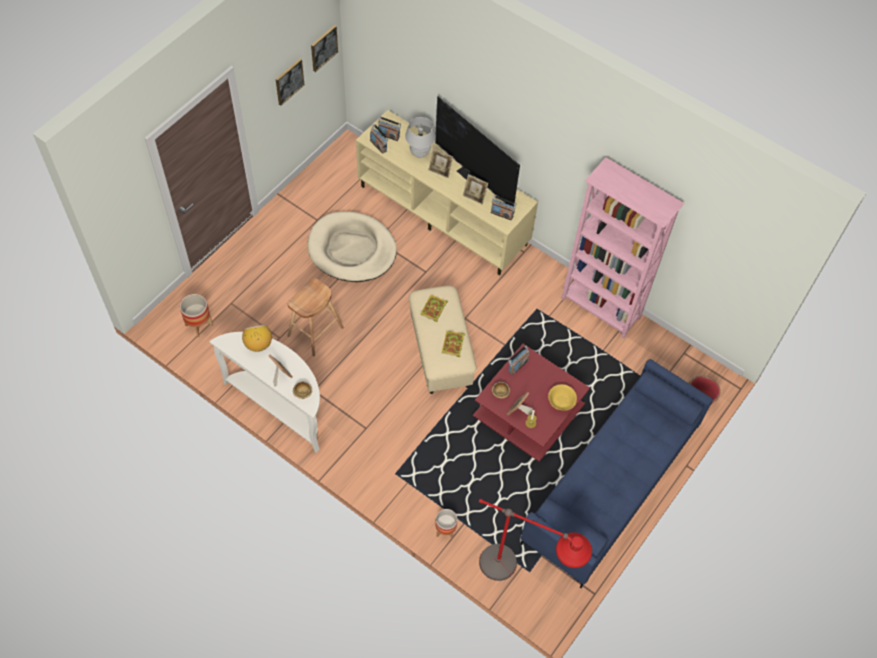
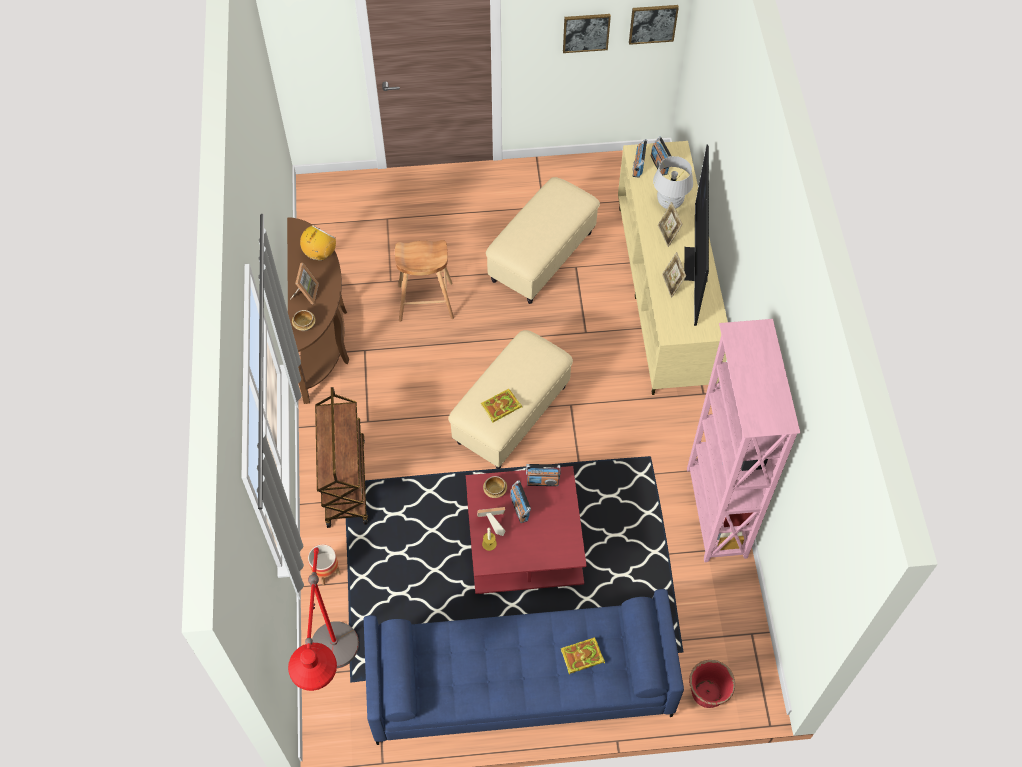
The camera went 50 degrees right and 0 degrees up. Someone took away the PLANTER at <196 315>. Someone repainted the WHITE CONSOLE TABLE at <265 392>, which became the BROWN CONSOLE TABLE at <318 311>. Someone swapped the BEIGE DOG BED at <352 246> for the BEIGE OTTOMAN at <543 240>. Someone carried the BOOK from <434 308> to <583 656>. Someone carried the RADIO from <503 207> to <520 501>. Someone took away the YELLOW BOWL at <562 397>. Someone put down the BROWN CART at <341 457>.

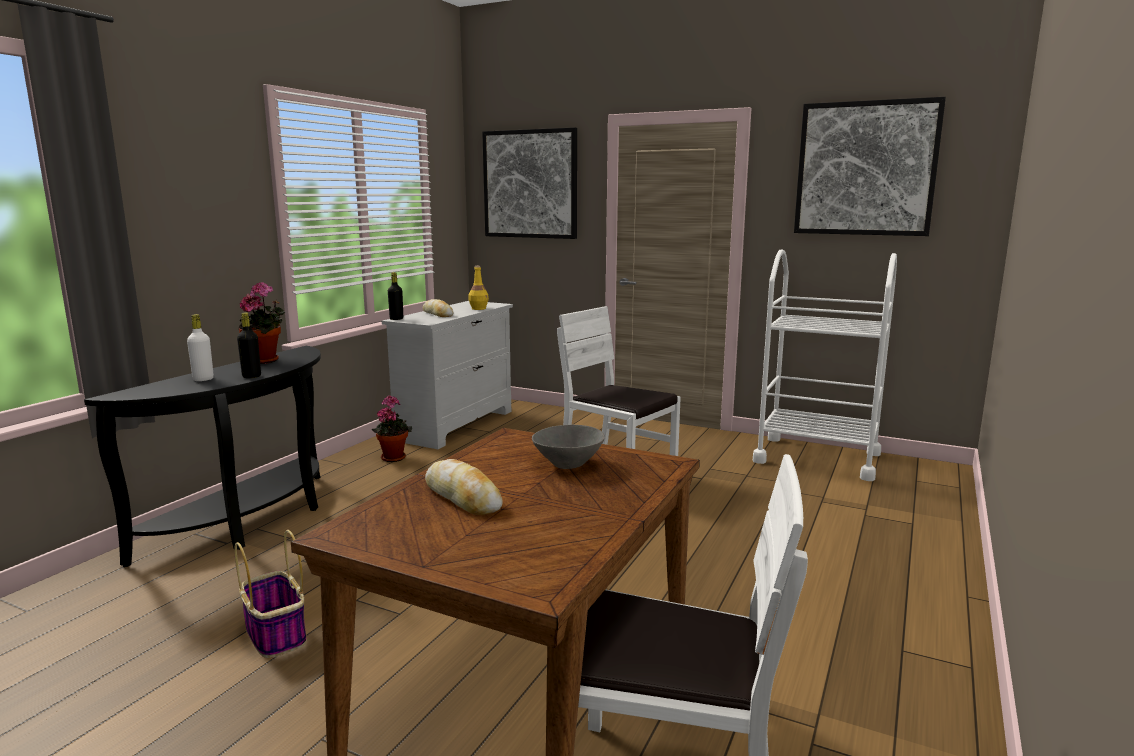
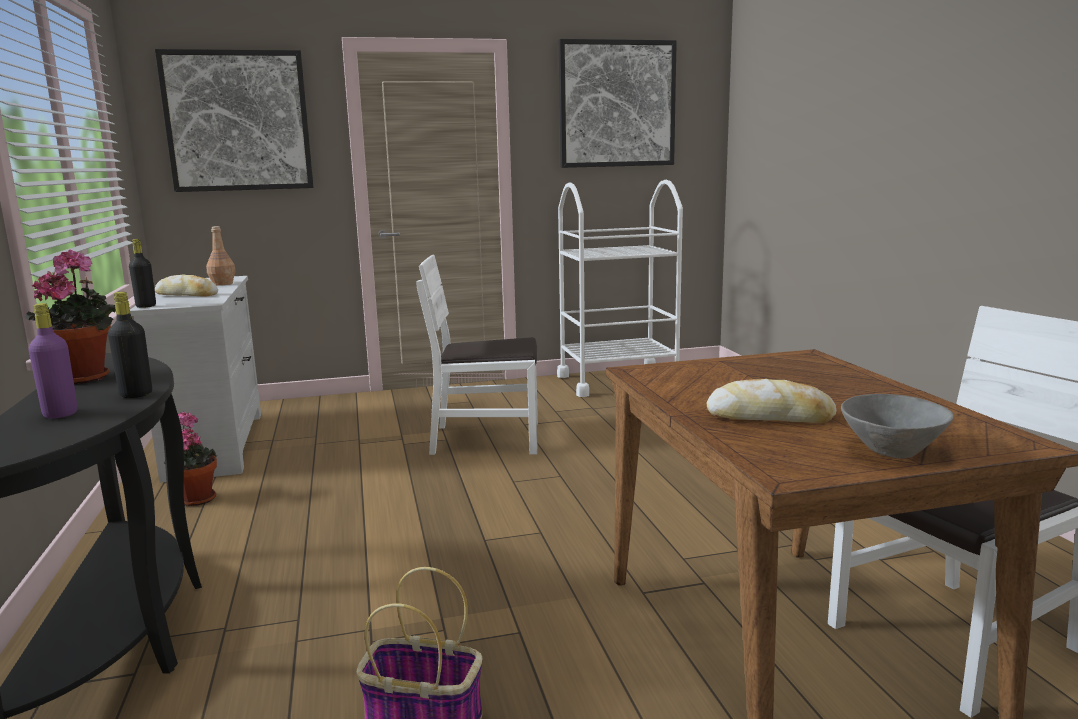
The camera went 40 degrees left and 0 degrees up. Someone repainted the WHITE BOTTLE at <200 347>, which became the PURPLE BOTTLE at <53 361>. Someone repainted the YELLOW BOTTLE at <479 288>, which became the BROWN BOTTLE at <221 256>. Someone carried the GREY BOWL from <568 447> to <897 426>.

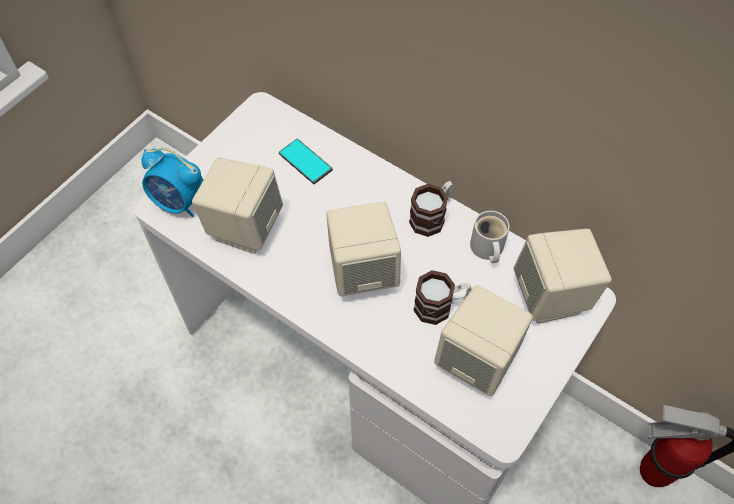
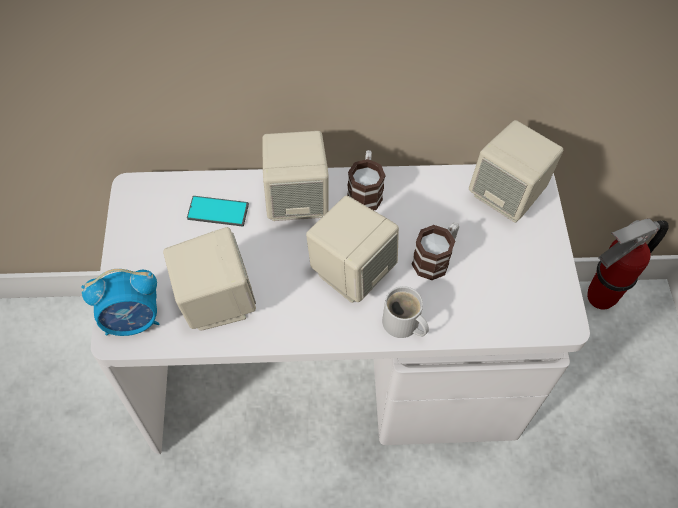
The camera went 40 degrees left and 0 degrees up. Someone carried the BEIGE SPEAKER from <483 340> to <295 176>. Someone carried the WHITE MUG from <490 237> to <405 312>.

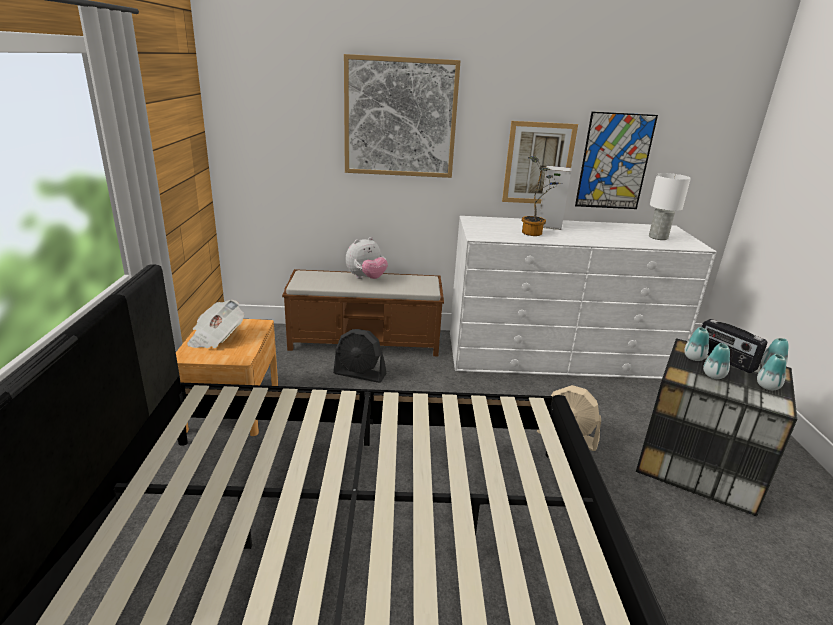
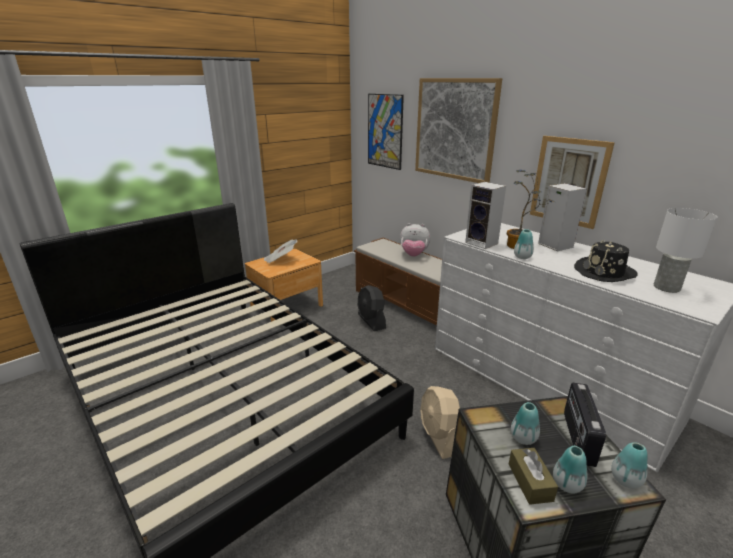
The camera went 50 degrees right and 0 degrees up. Someone carried the PICTURE from <616 160> to <386 132>. Someone carried the VASE from <696 344> to <524 244>. Someone put down the SPEAKER at <485 215>. Someone put down the BROWN TISSUE BOX at <533 476>. Someone put down the BLACK HAT at <606 261>.

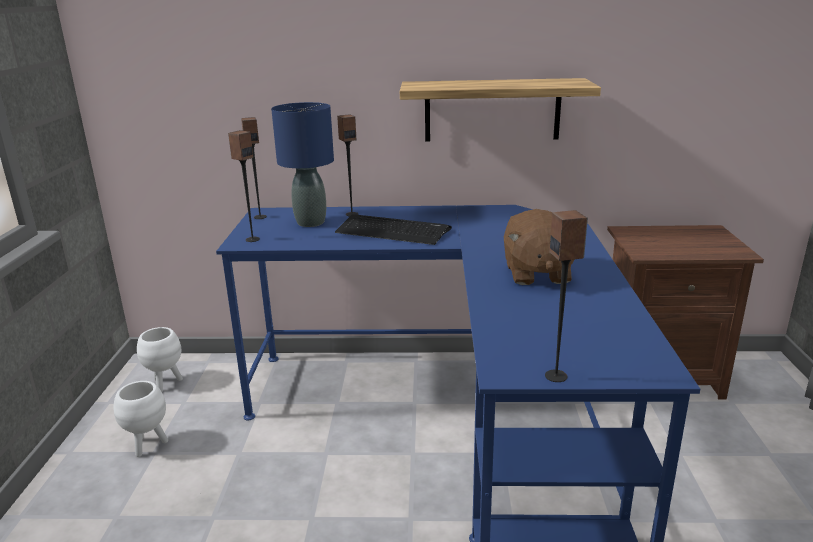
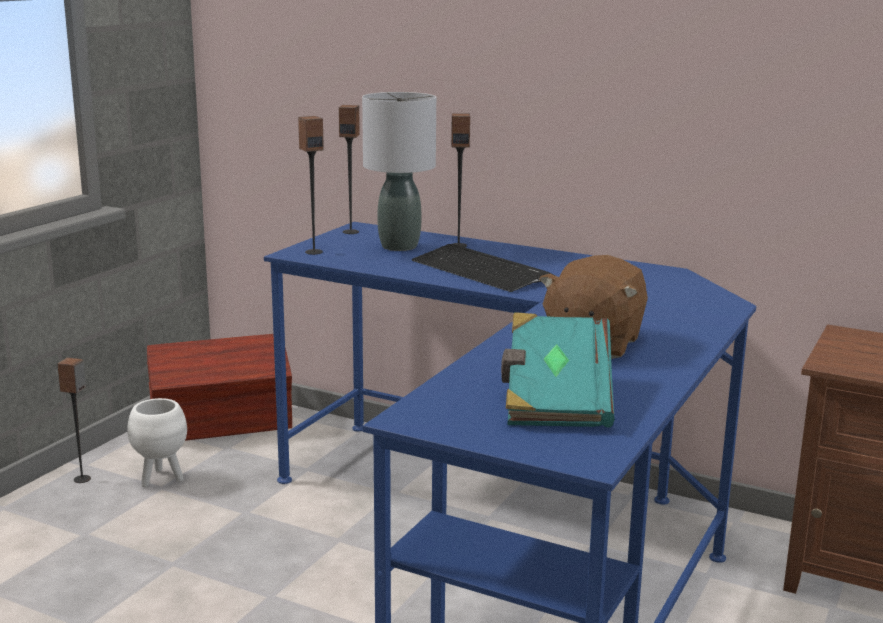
The camera went 25 degrees right and 5 degrees down. Someone swapped the WHITE PLANTER at <160 359> for the BROWN STORAGE BOX at <219 387>. Someone repainted the BLUE TABLE LAMP at <302 164>, which became the GREY TABLE LAMP at <399 171>. Someone took away the SHELF at <500 110>. Someone carried the SPEAKER from <566 296> to <74 420>. Someone put down the TURQUOISE BOOK at <558 369>.

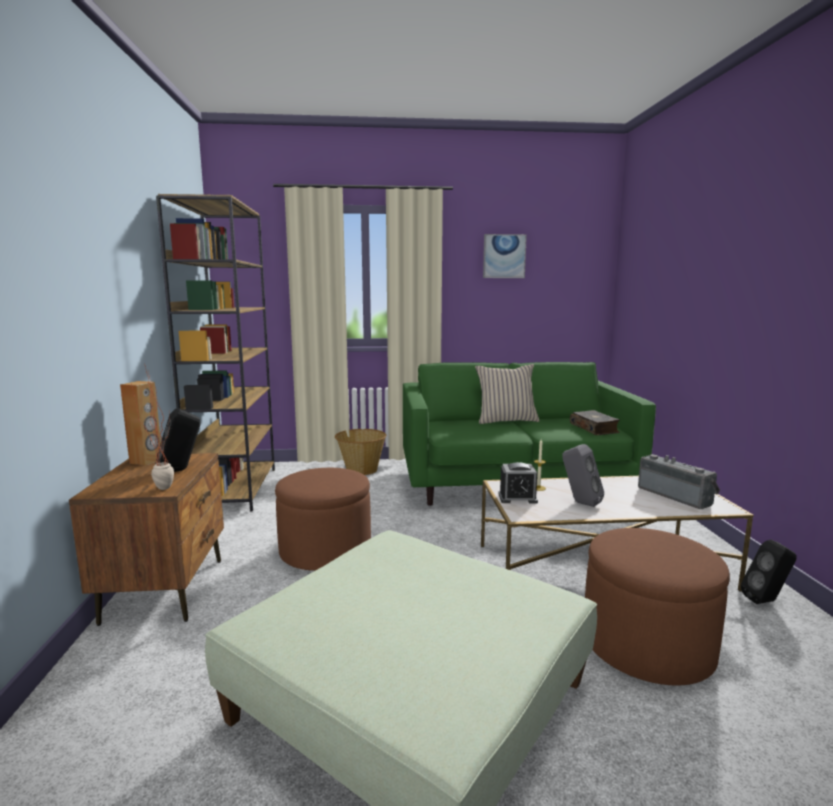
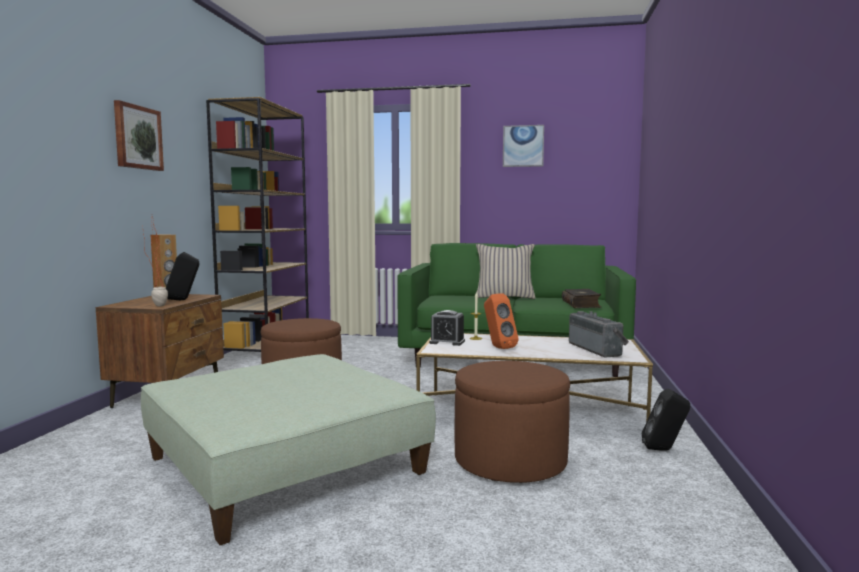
The camera went 15 degrees right and 5 degrees down. Someone took away the BASKET at <360 452>. Someone repainted the GREY SPEAKER at <583 475>, which became the ORANGE SPEAKER at <501 321>. Someone put up the PICTURE at <139 135>.

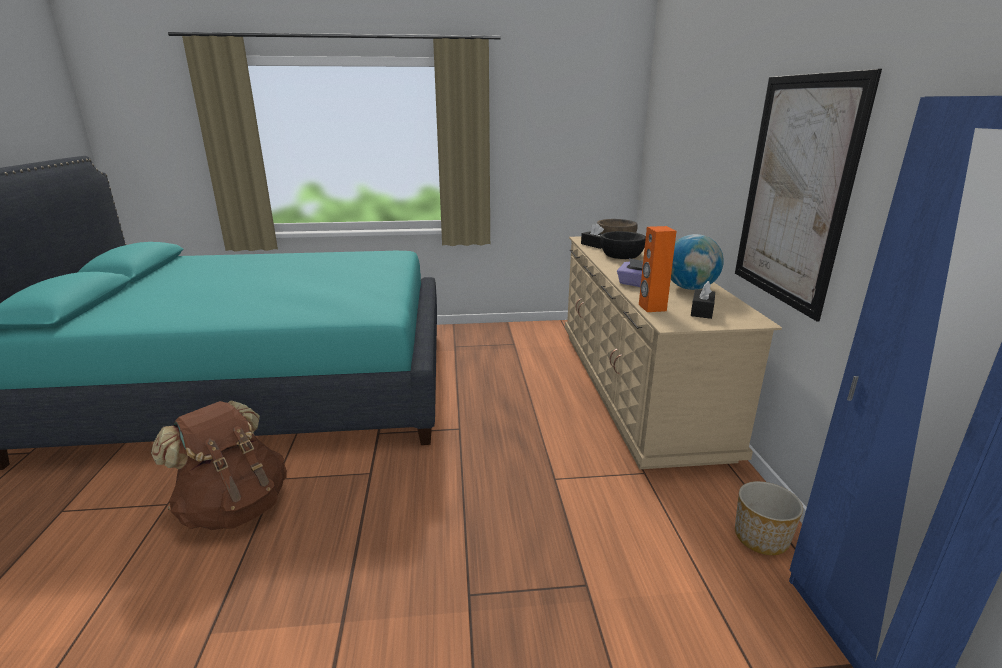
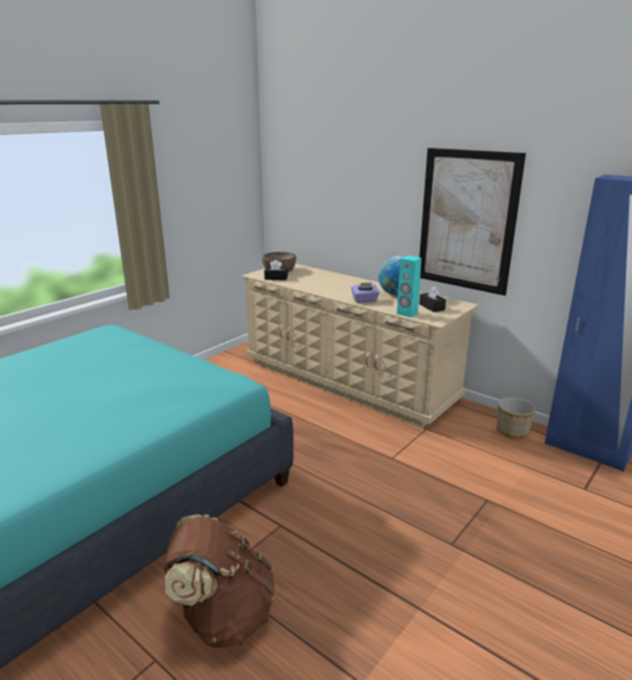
The camera went 45 degrees left and 0 degrees up. Someone took away the BLACK BOWL at <623 245>. Someone repainted the ORANGE SPEAKER at <658 269>, which became the TURQUOISE SPEAKER at <409 286>.

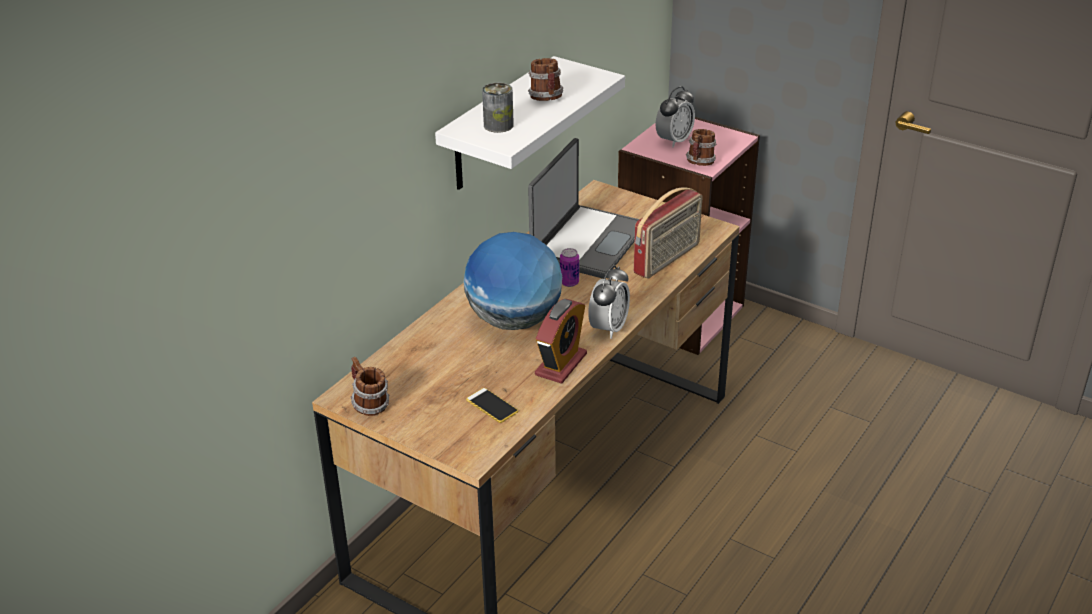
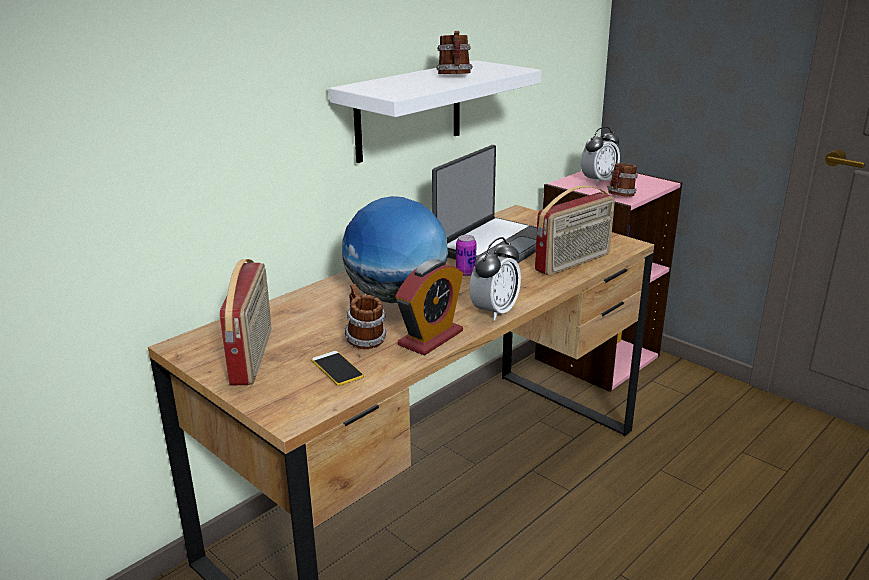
The camera went 10 degrees right and 10 degrees down. Someone carried the MUG from <369 386> to <366 316>. Someone took away the CAN at <498 107>. Someone put down the RADIO at <245 322>.

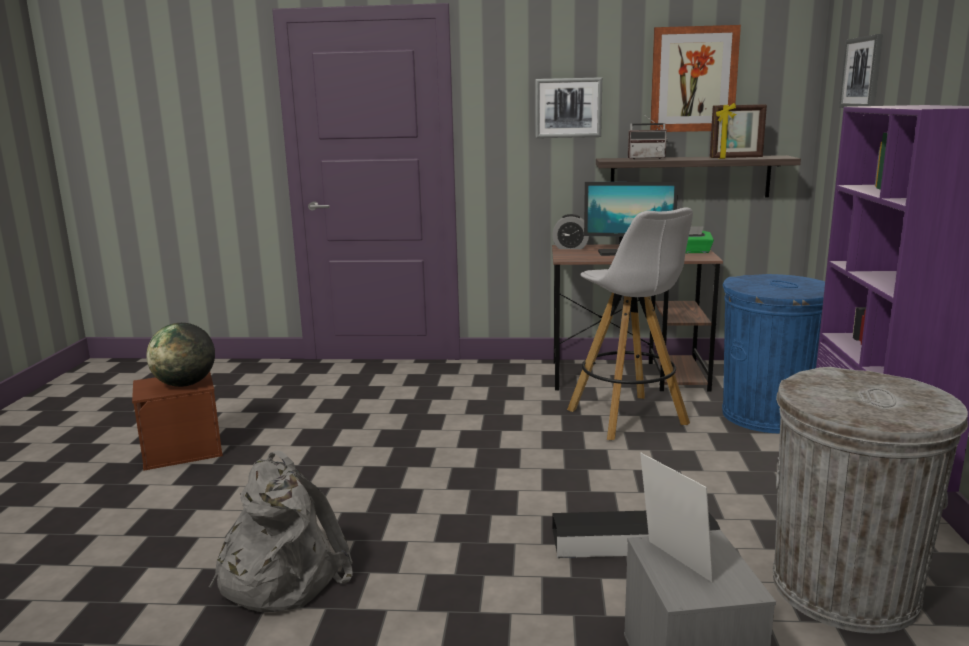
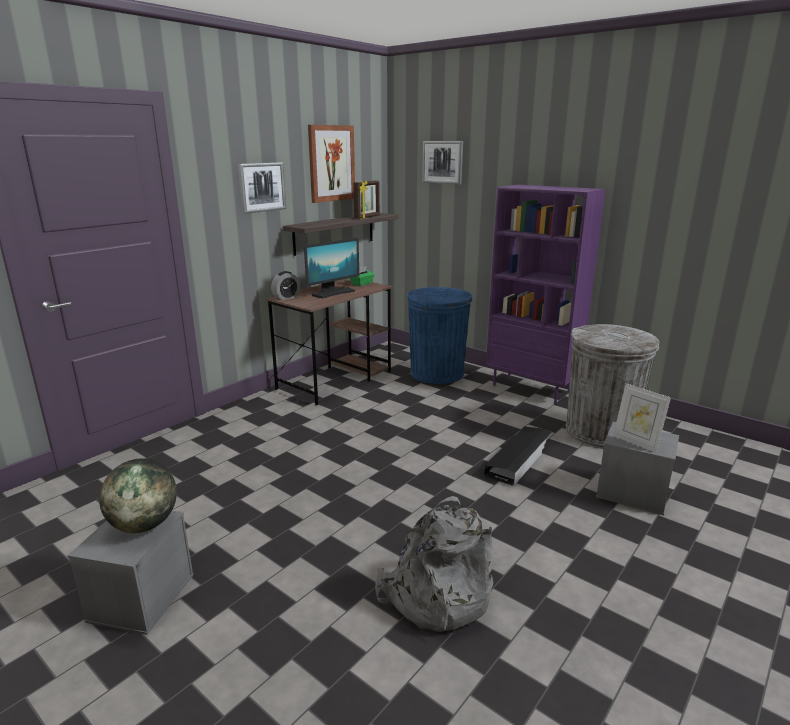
The camera went 55 degrees left and 5 degrees up. Someone repainted the BROWN STORAGE BOX at <177 421>, which became the GREY STORAGE BOX at <131 573>. Someone took away the WHITE STOOL at <630 323>. Someone took away the RADIO at <648 136>. Someone rotated the PICTURE FRAME at <676 518> by 135 degrees counterclockwise.

